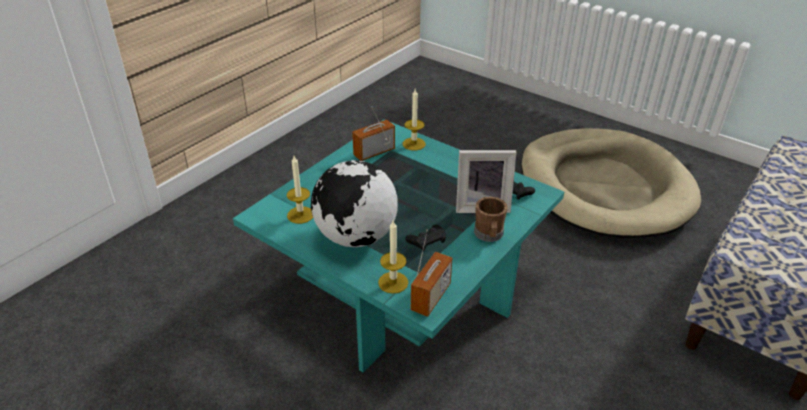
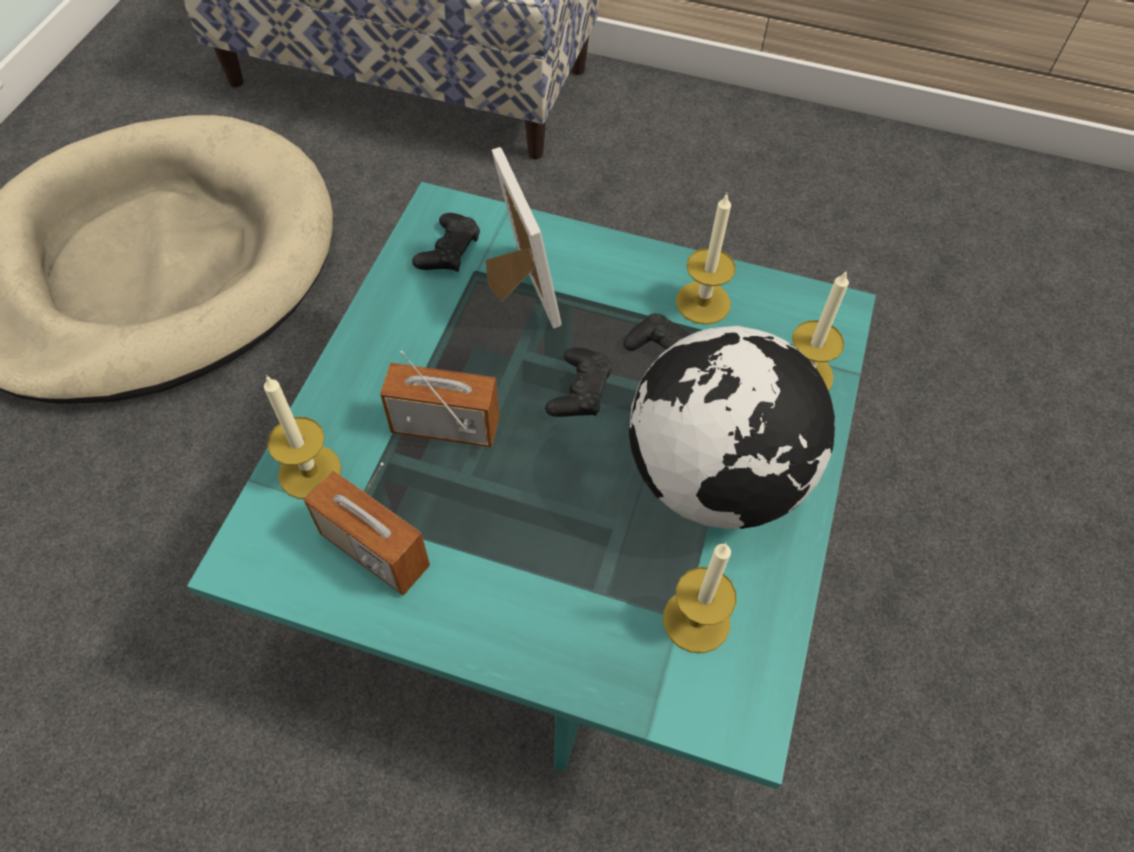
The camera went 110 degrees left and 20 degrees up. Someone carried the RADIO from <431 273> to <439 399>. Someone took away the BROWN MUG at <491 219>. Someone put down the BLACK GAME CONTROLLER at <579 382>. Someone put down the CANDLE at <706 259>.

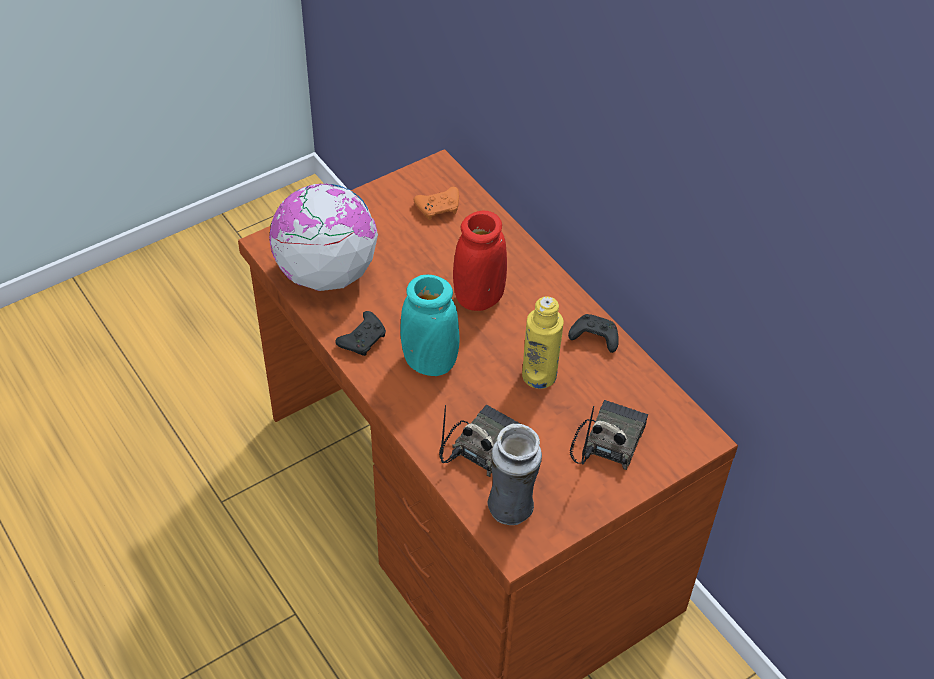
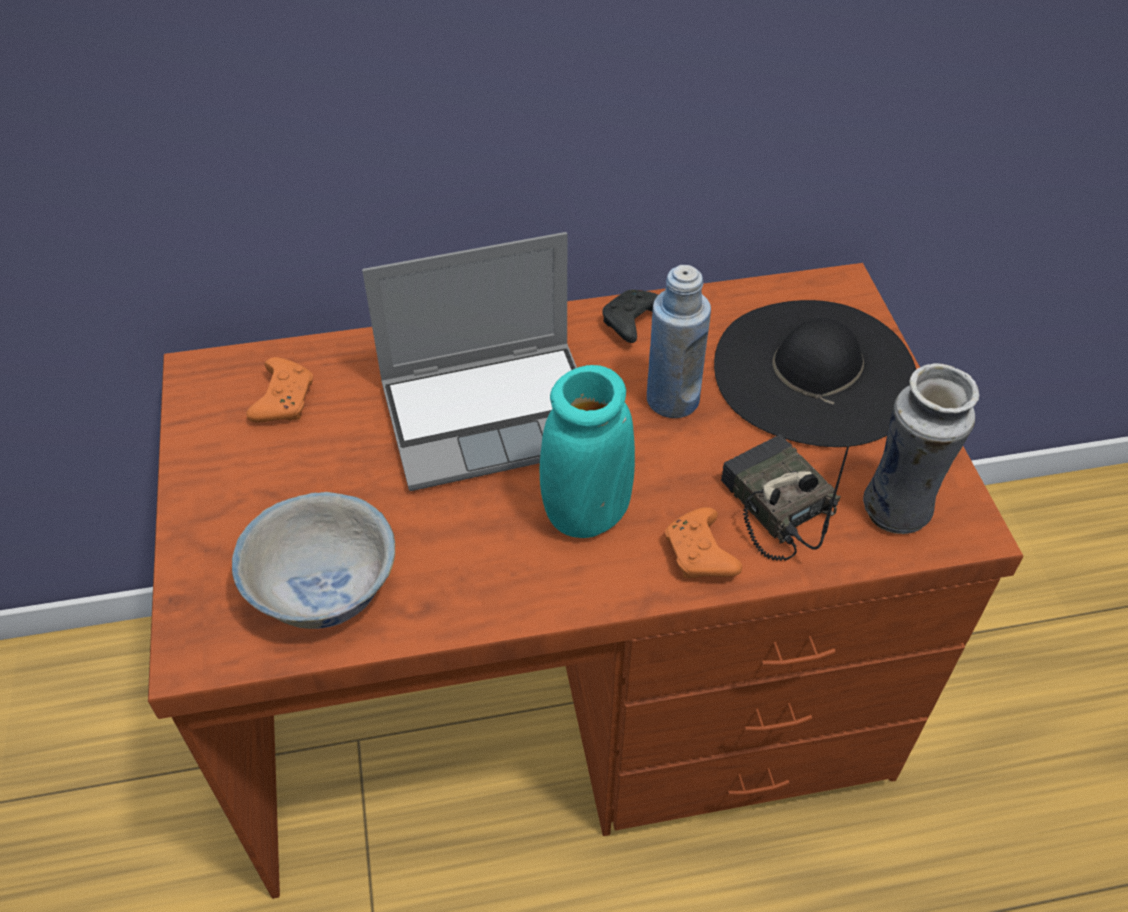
The camera went 65 degrees left and 0 degrees up. Someone swapped the GLOBE at <323 237> for the WHITE BOWL at <313 560>. Someone took away the BLACK GAME CONTROLLER at <361 333>. Someone swapped the RED VASE at <480 261> for the LAPTOP at <469 361>. Someone repainted the YELLOW BOTTLE at <543 342>, which became the BLUE BOTTLE at <679 341>. Someone swapped the RADIO at <609 435> for the BLACK HAT at <815 373>. Someone put down the ORANGE GAME CONTROLLER at <703 542>.

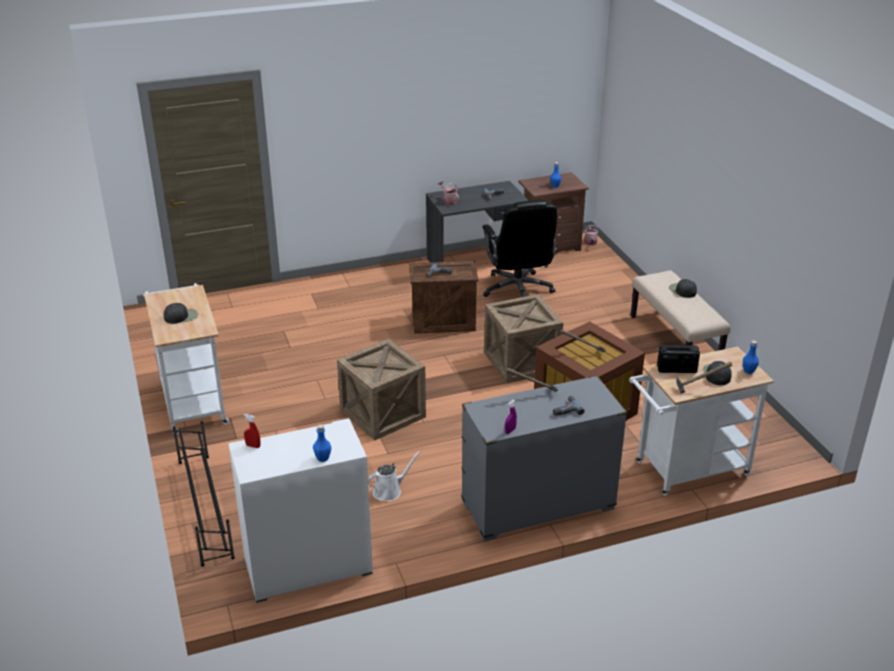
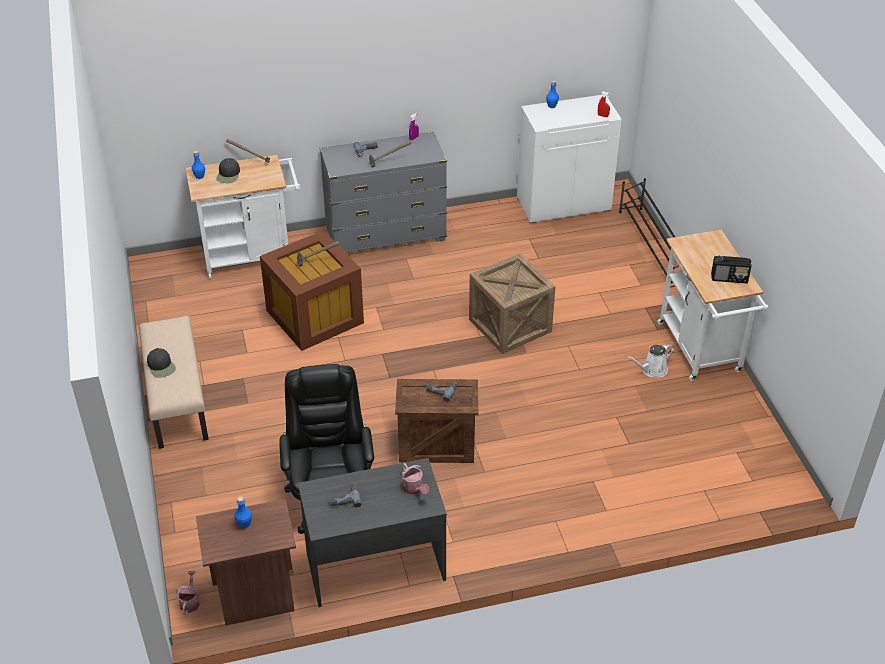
The camera went 175 degrees left and 10 degrees up. Someone took away the BLACK CAP at <181 313>. Someone carried the WHITE WATERING CAN from <394 476> to <650 360>. Someone took away the CRATE at <523 339>. Someone carried the RADIO from <678 359> to <731 269>.

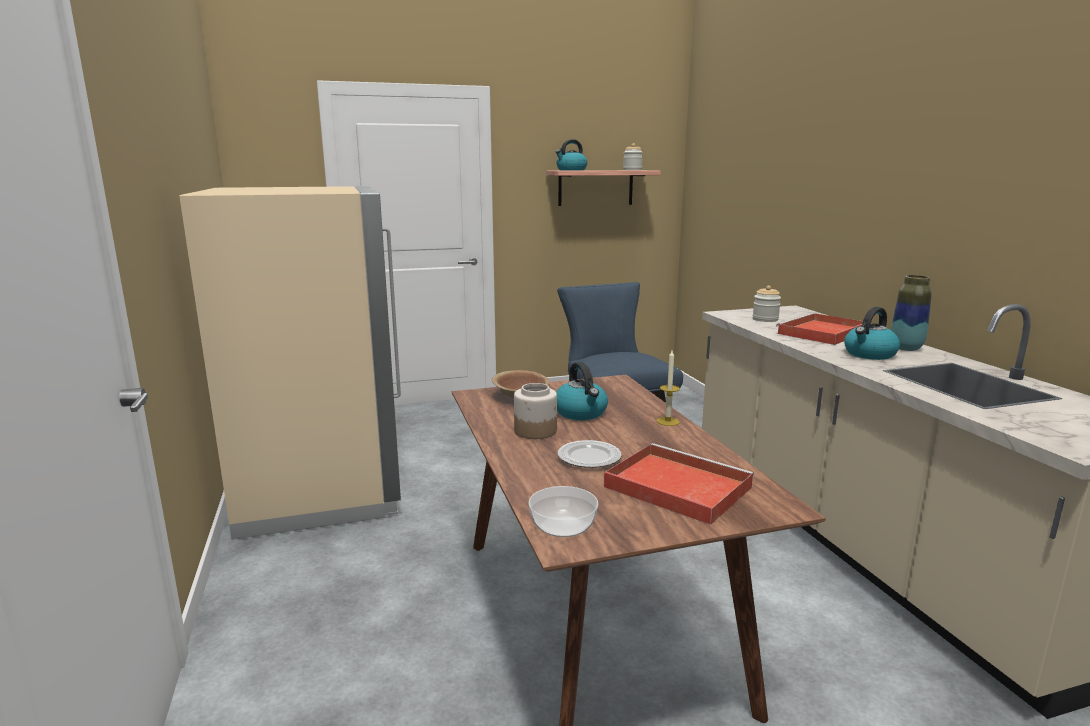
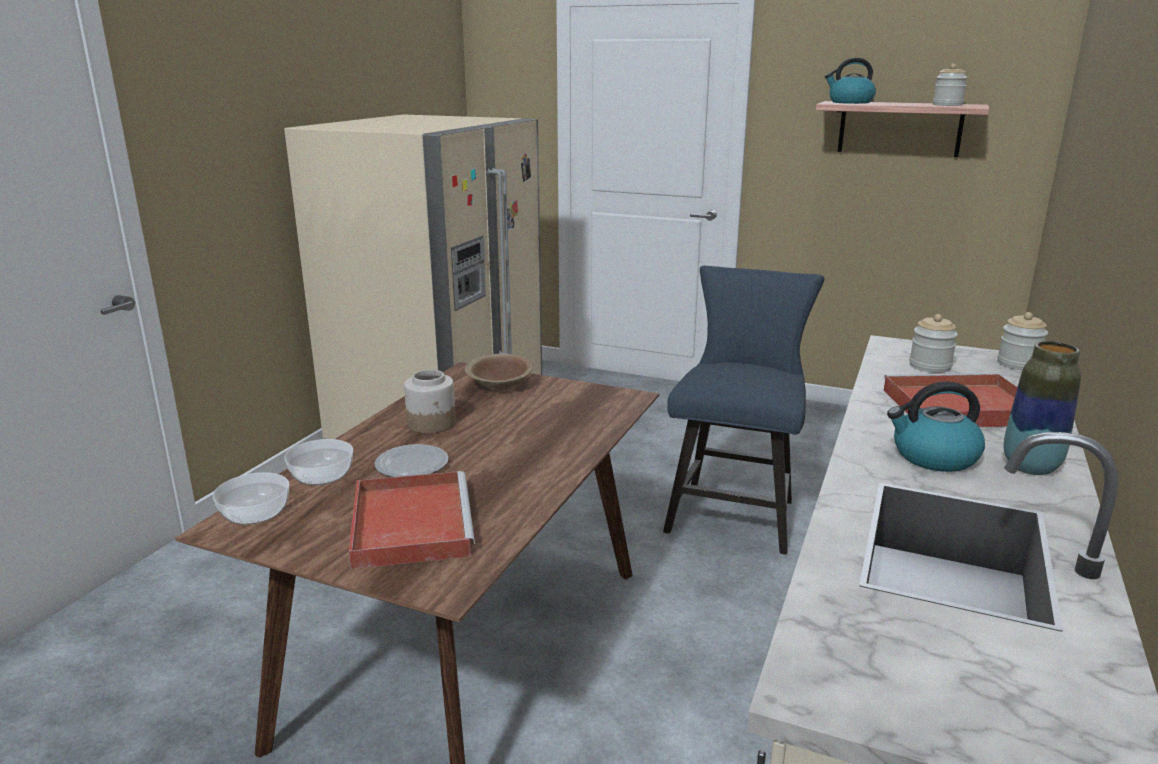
The camera went 40 degrees right and 5 degrees up. Someone took away the KETTLE at <582 391>. Someone took away the CANDLE at <668 388>. Someone put down the BOWL at <318 462>. Someone put down the JAR at <1022 341>.

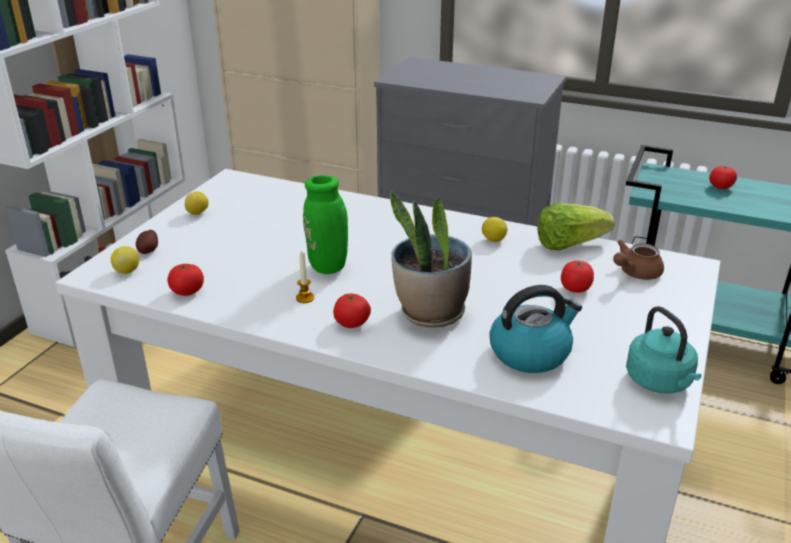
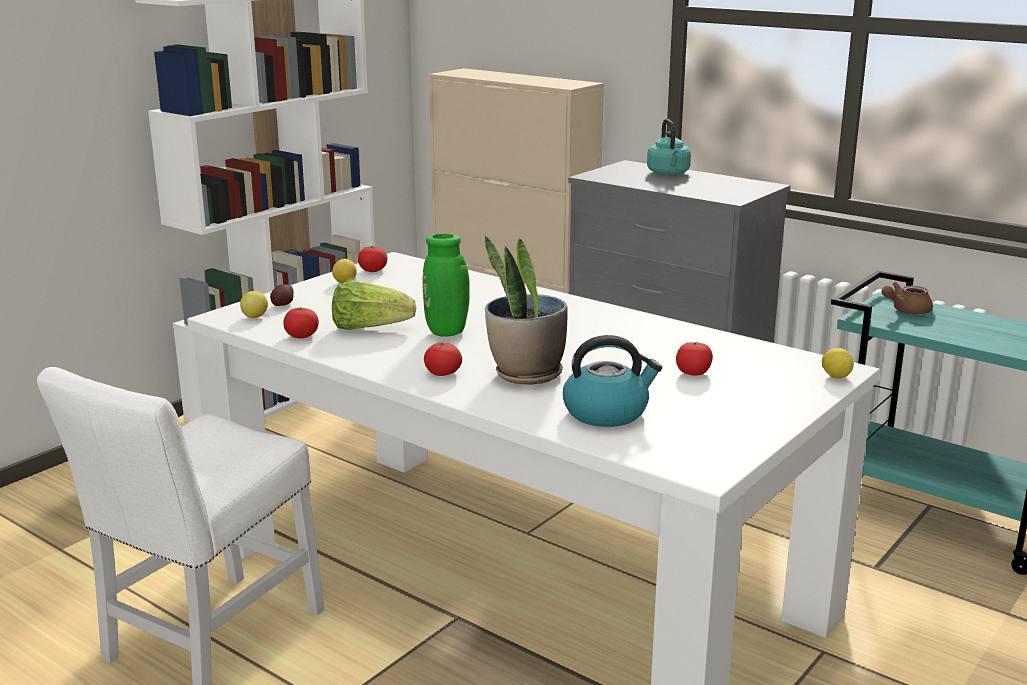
The camera went 15 degrees right and 10 degrees down. Someone took away the CANDLE at <305 277>. Someone carried the LEMON from <494 229> to <838 363>. Someone carried the LETTUCE from <576 226> to <374 305>. Someone carried the BROWN TEAPOT from <638 260> to <907 298>. Someone carried the TURQUOISE KETTLE from <664 349> to <669 147>. Someone carried the TOMATO from <723 177> to <372 259>.

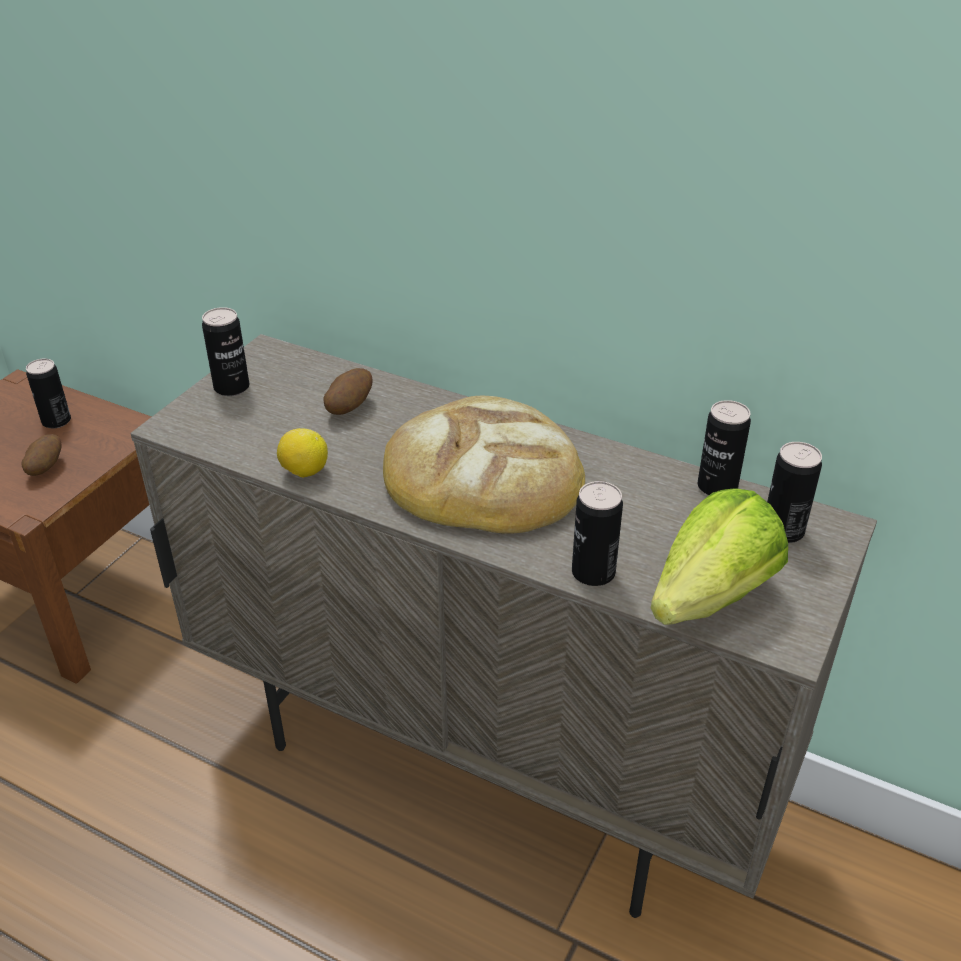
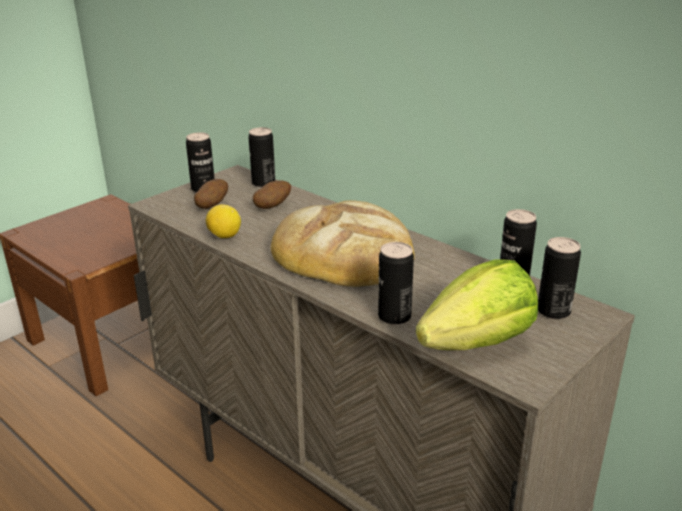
The camera went 15 degrees right and 10 degrees down. Someone carried the POTATO from <41 455> to <211 194>. Someone carried the CAN from <48 393> to <261 157>.

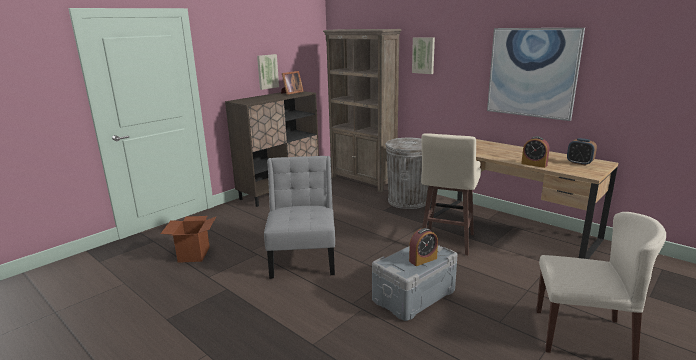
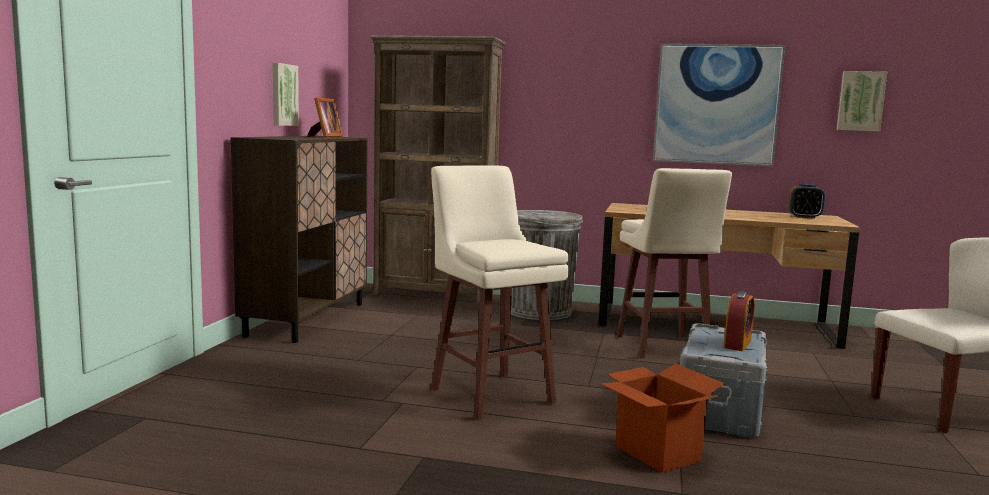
The camera went 30 degrees left and 10 degrees down. Someone carried the CARDBOARD BOX from <188 239> to <662 418>. Someone swapped the GREY CHAIR at <299 217> for the BEIGE STOOL at <500 293>. Someone carried the PICTURE from <423 55> to <862 101>. Someone took away the ALARM CLOCK at <535 152>.

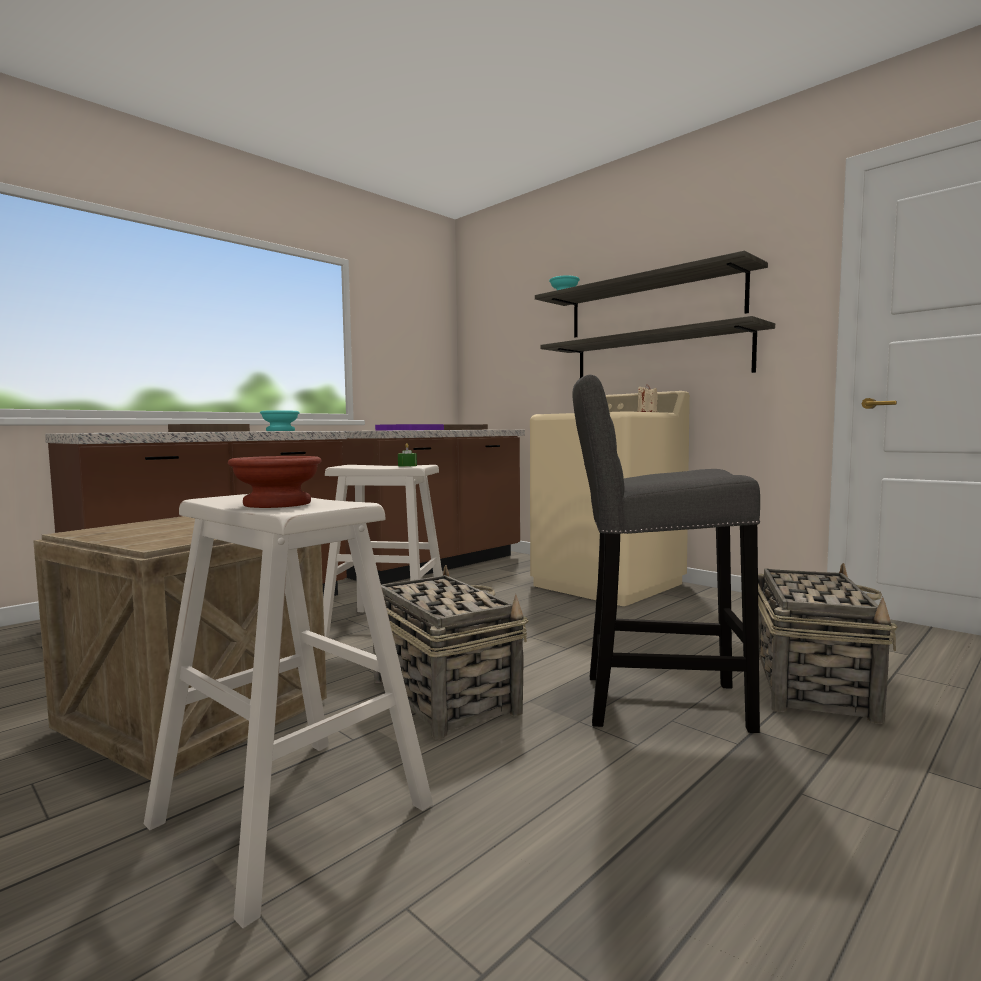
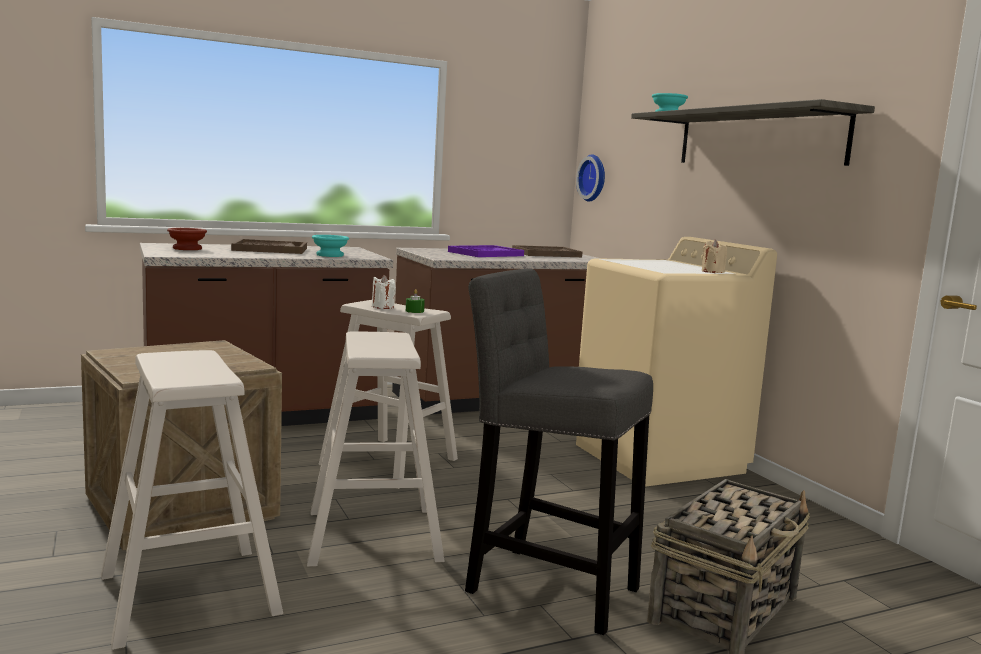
The camera went 20 degrees right and 5 degrees up. Someone carried the BROWN BOWL from <275 482> to <187 239>. Someone swapped the BASKET at <451 652> for the BEIGE STOOL at <376 449>. Someone took away the SHELF at <657 347>. Someone put down the WHITE CANDLE at <384 292>. Someone put up the WALL CLOCK at <590 178>.

